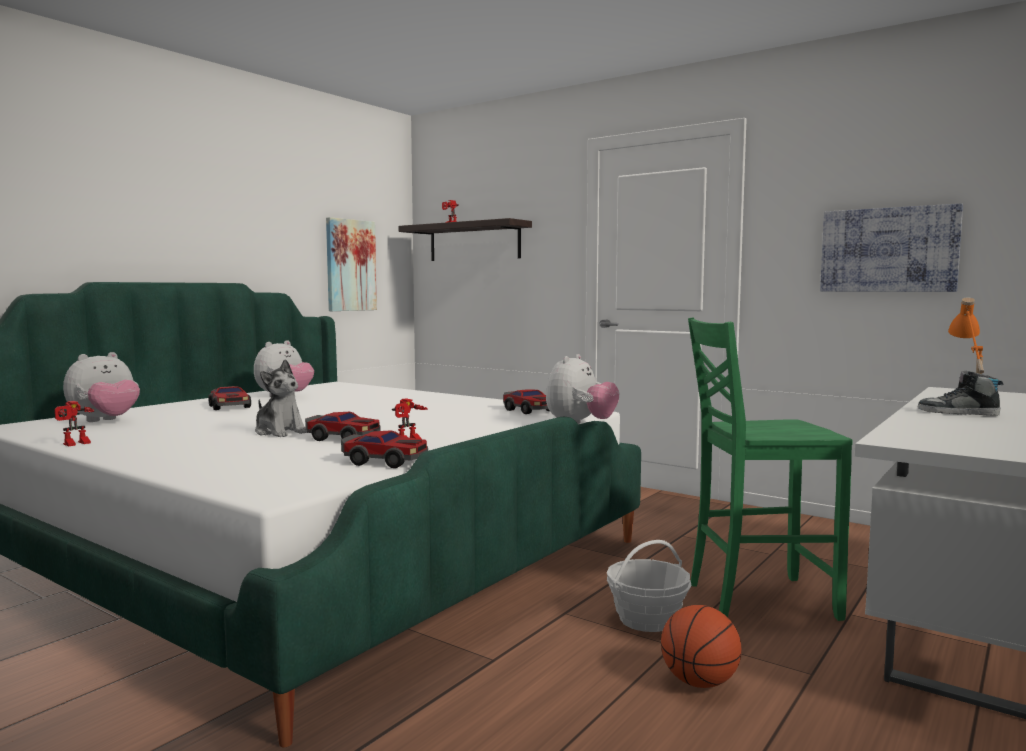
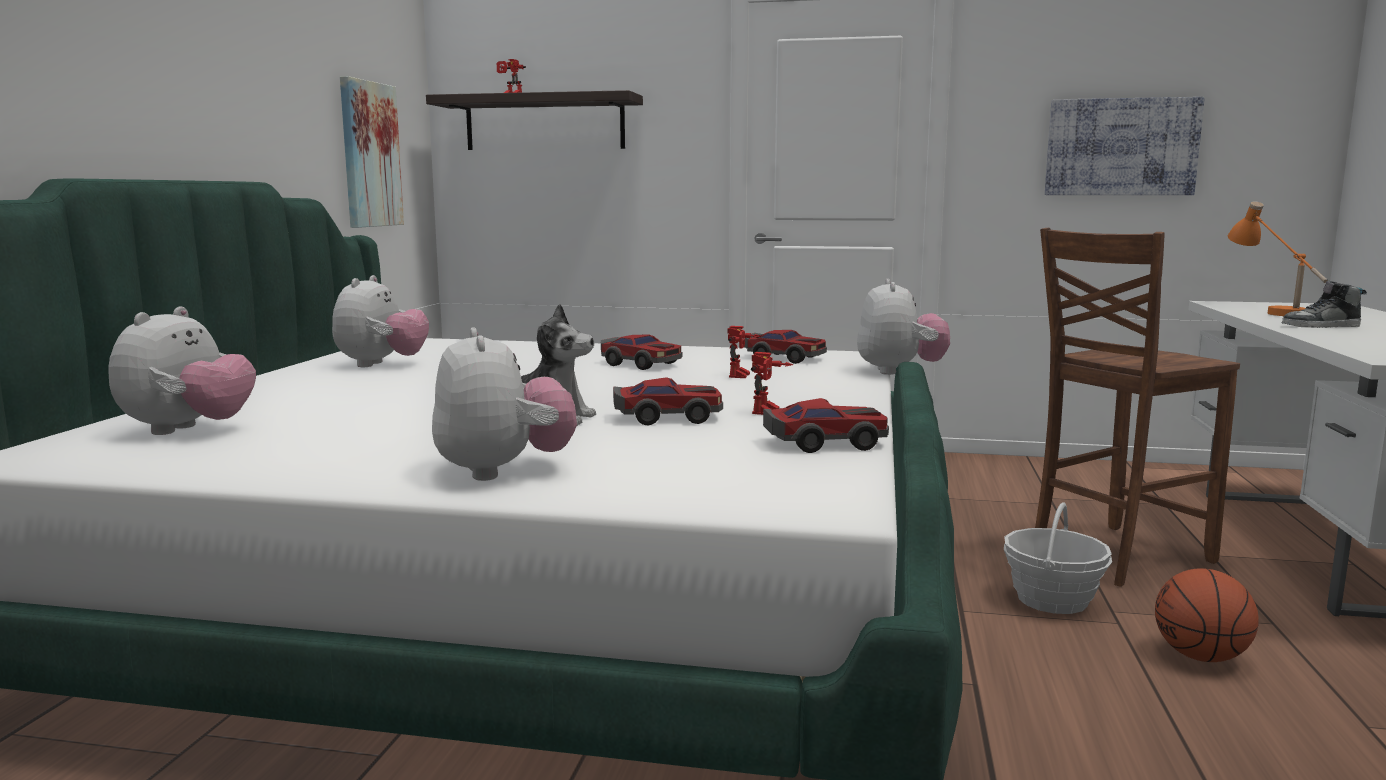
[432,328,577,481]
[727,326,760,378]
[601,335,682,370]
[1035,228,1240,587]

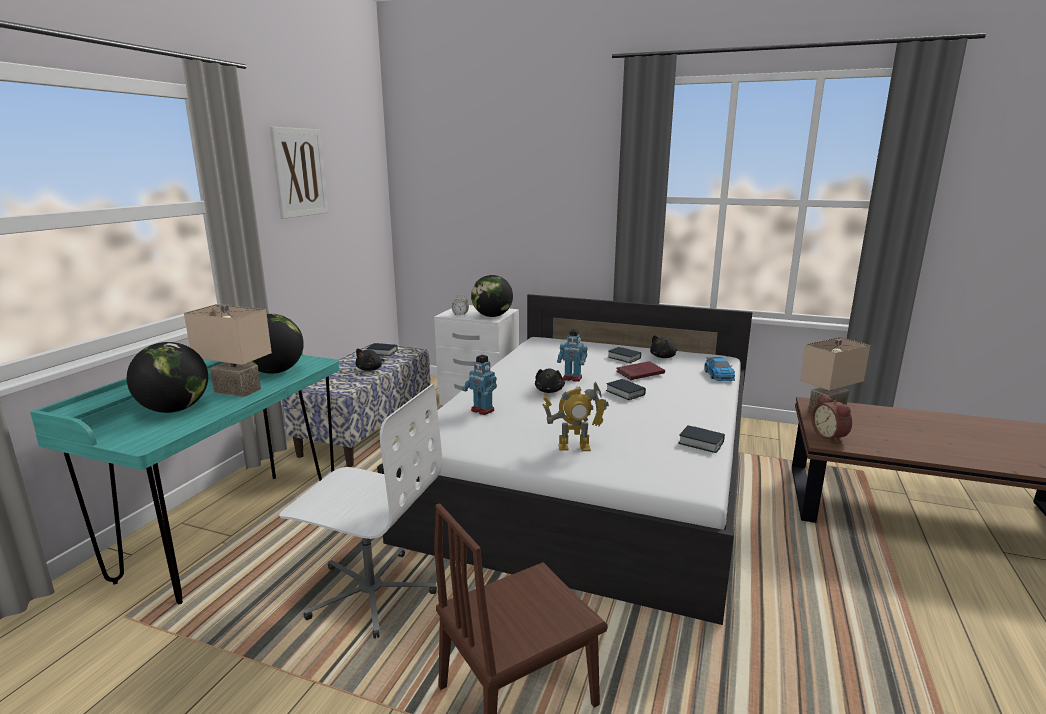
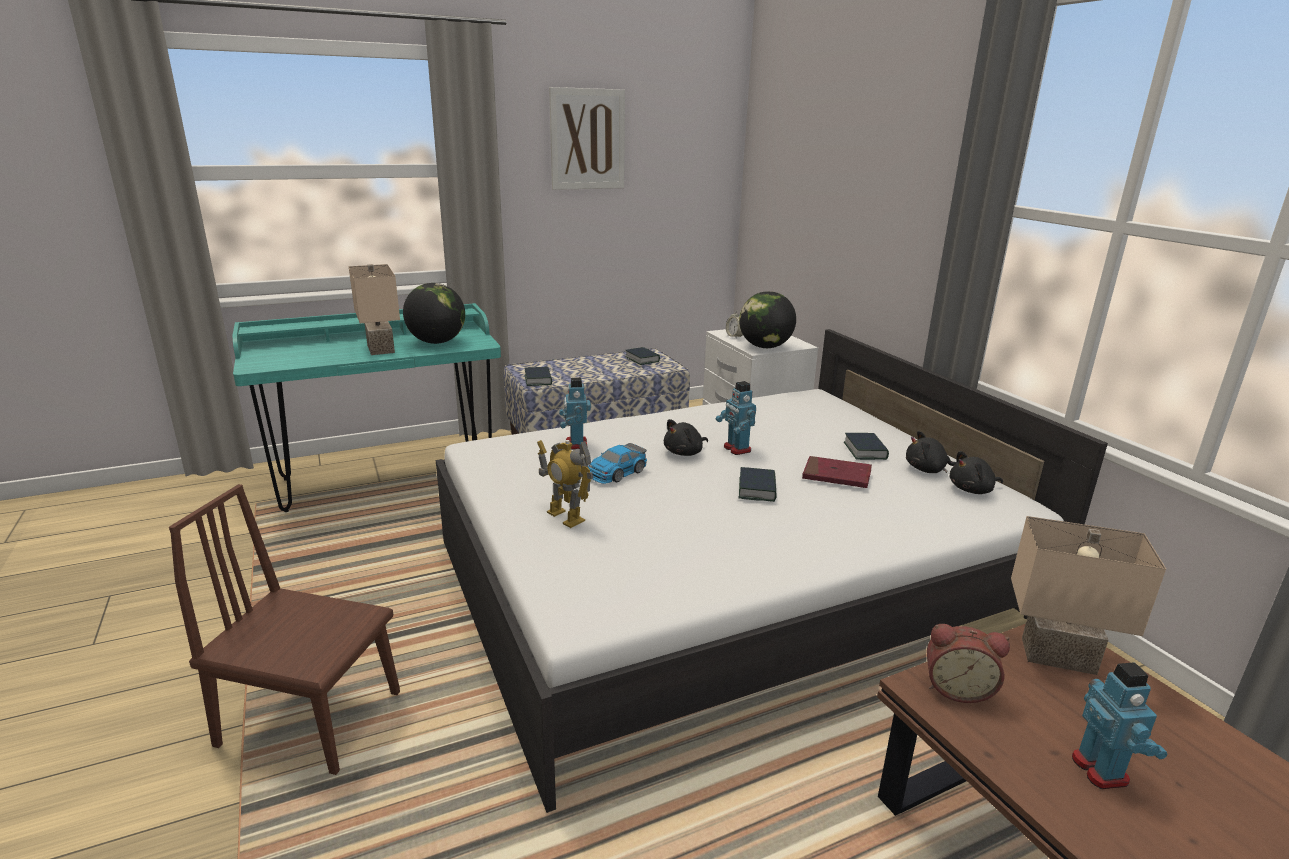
[127,342,208,413] (first image)
[279,384,442,639] (first image)
[1072,662,1167,789]
[950,451,1003,494]
[525,367,552,386]
[588,443,647,484]
[927,624,1010,703]

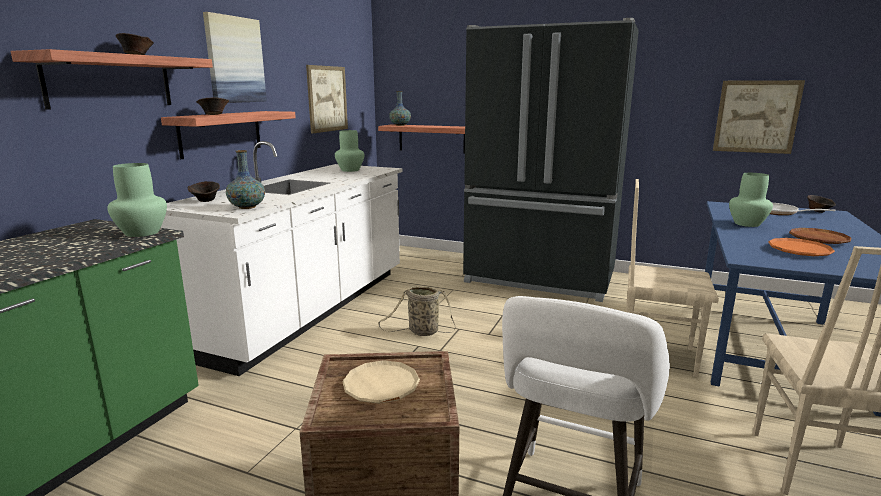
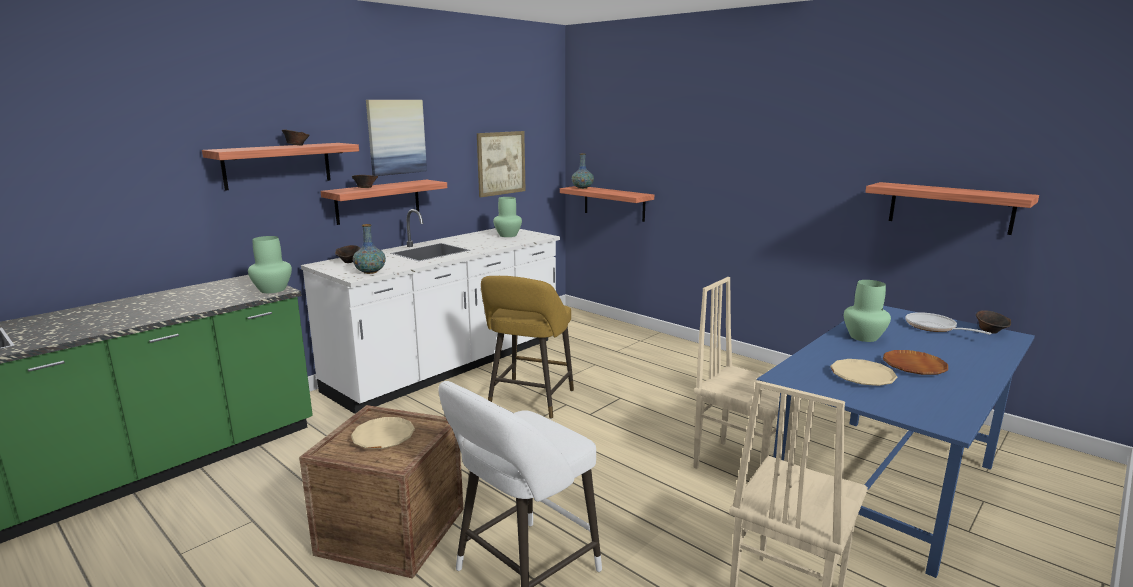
[463,18,639,302] (first image)
[481,276,574,419]
[865,182,1039,235]
[830,359,898,386]

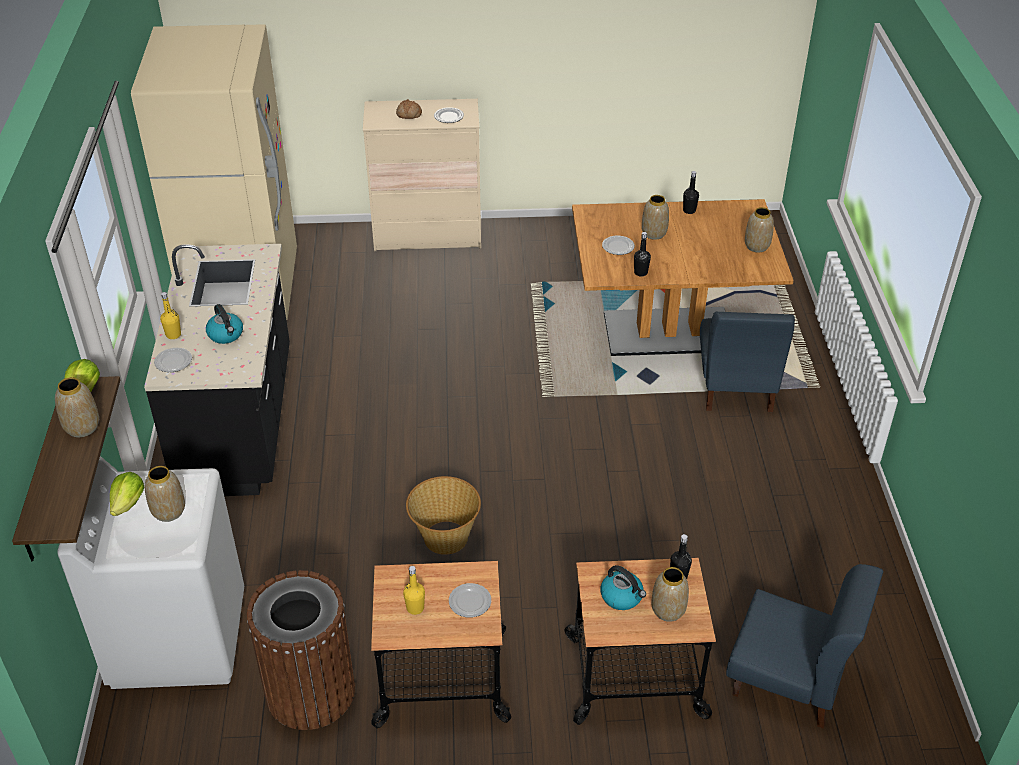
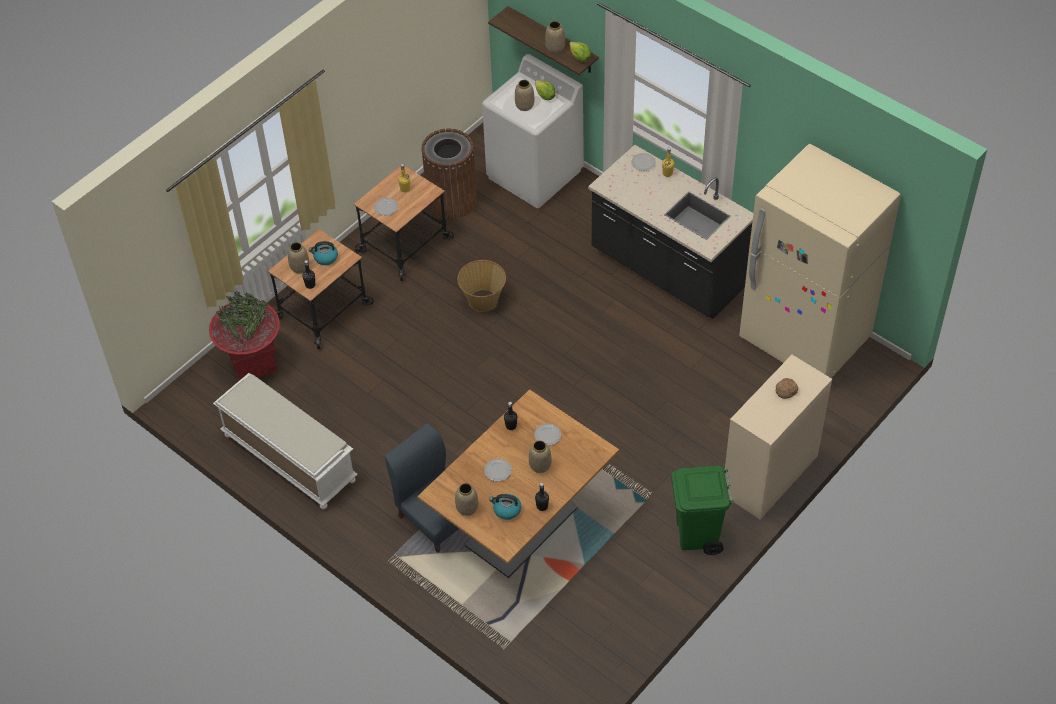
[213,373,358,509]
[671,466,734,555]
[489,494,521,520]
[484,458,512,481]
[209,292,280,380]

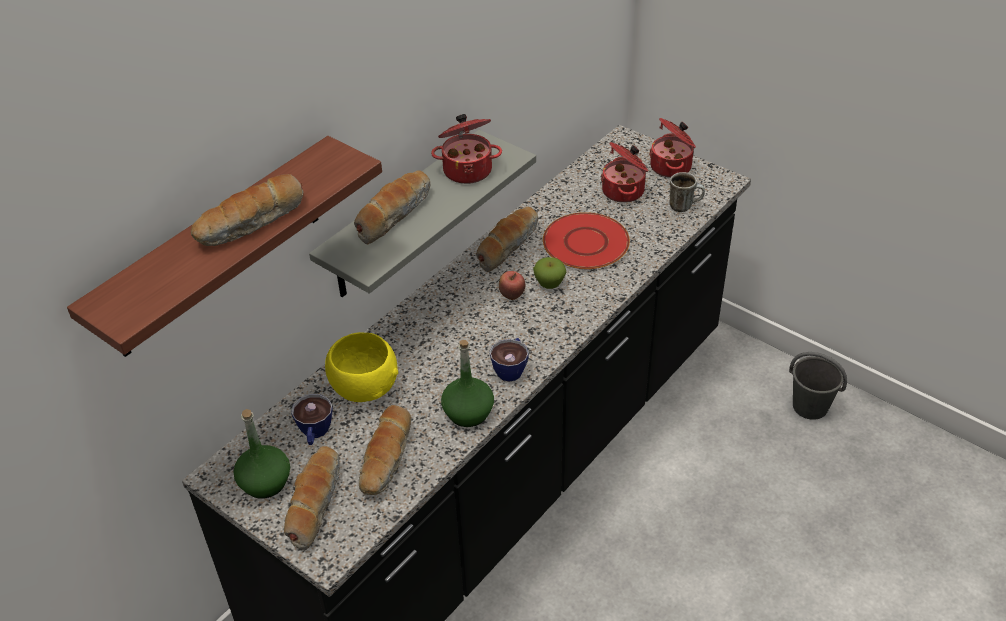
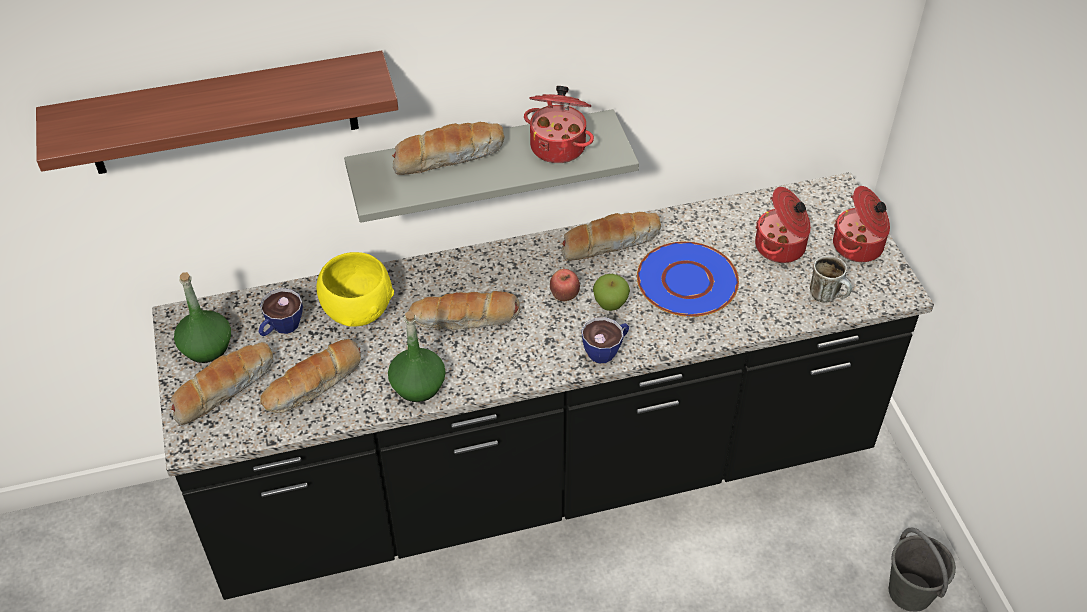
[409,291,521,330]
[582,317,629,363]
[637,241,739,317]

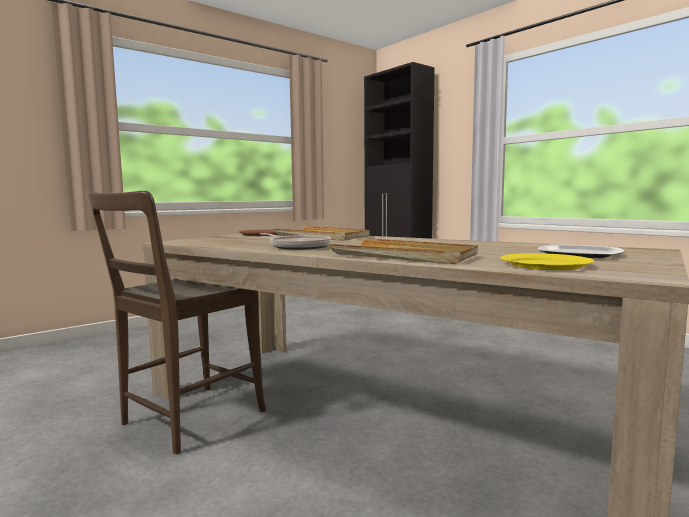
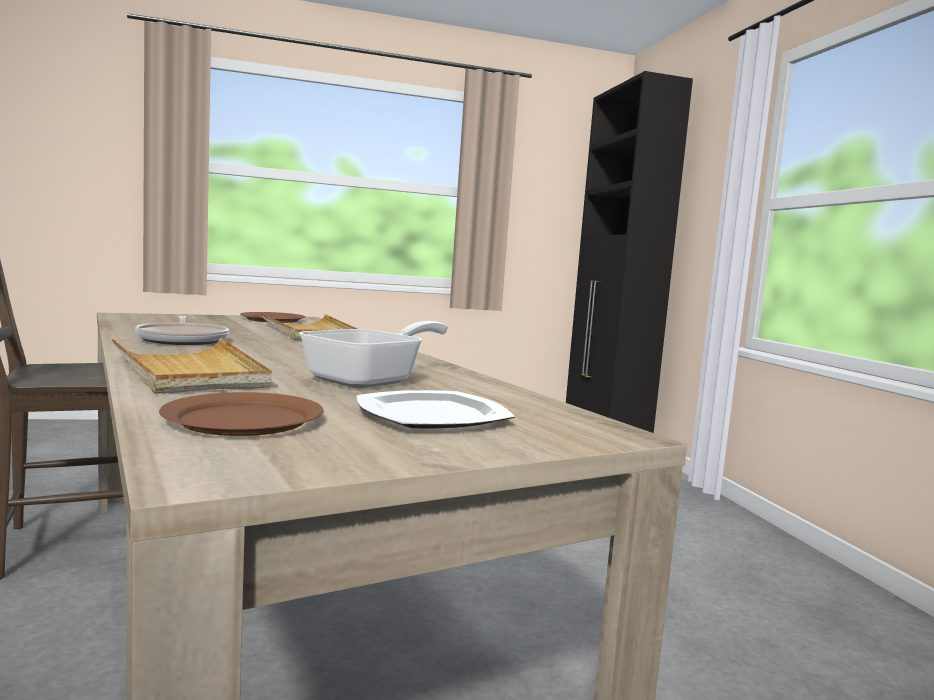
[299,321,448,388]
[159,392,324,436]

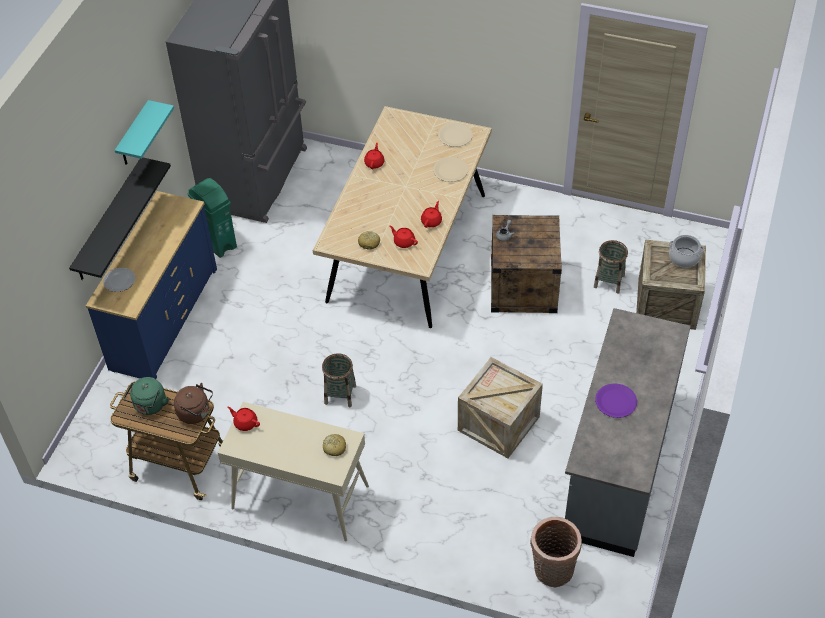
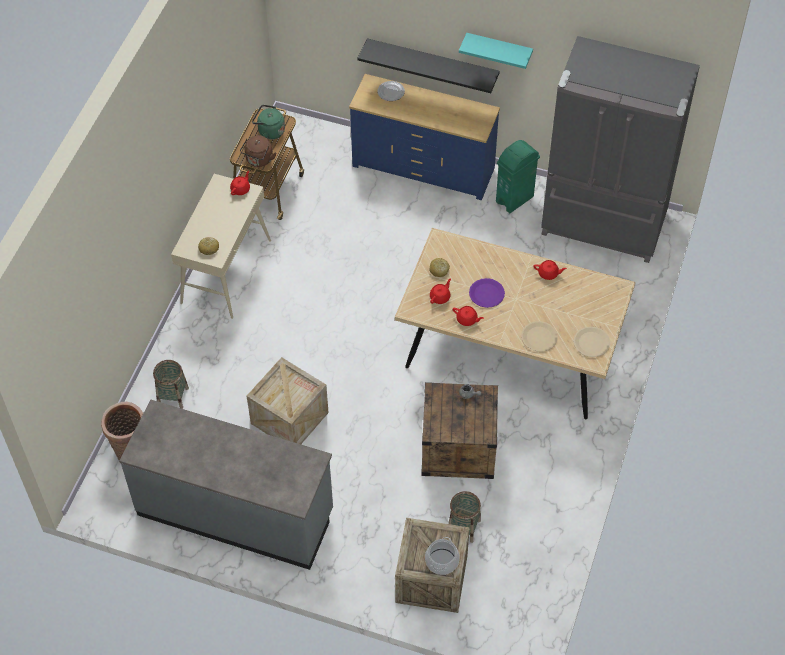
[153,360,189,409]
[469,278,505,308]

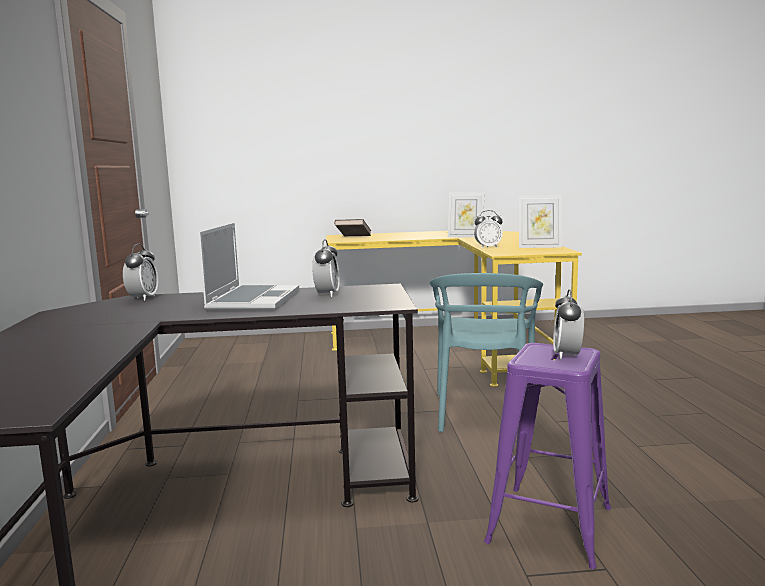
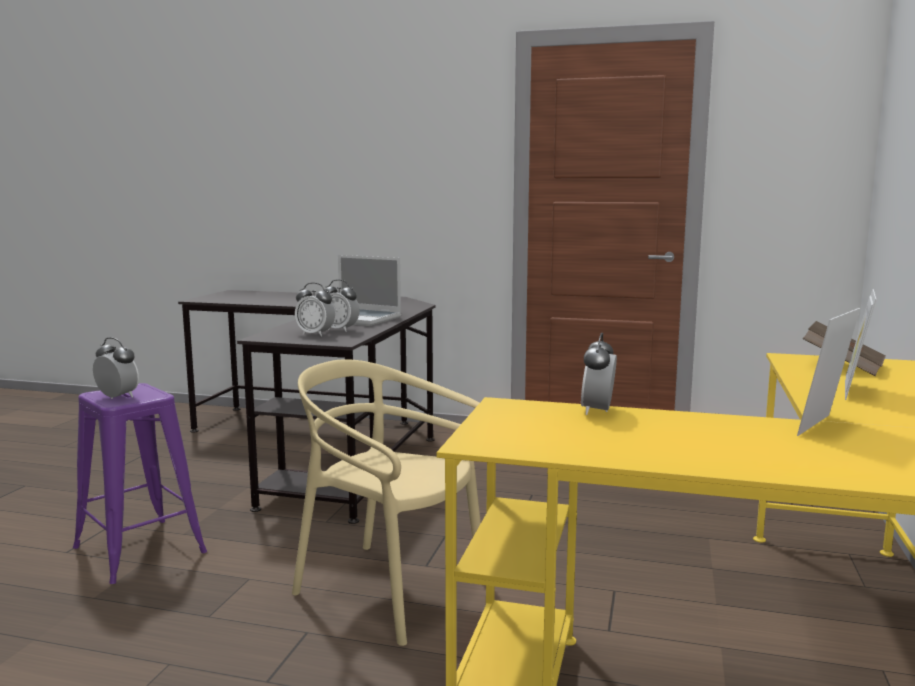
[295,283,335,337]
[845,289,876,400]
[292,359,481,646]

